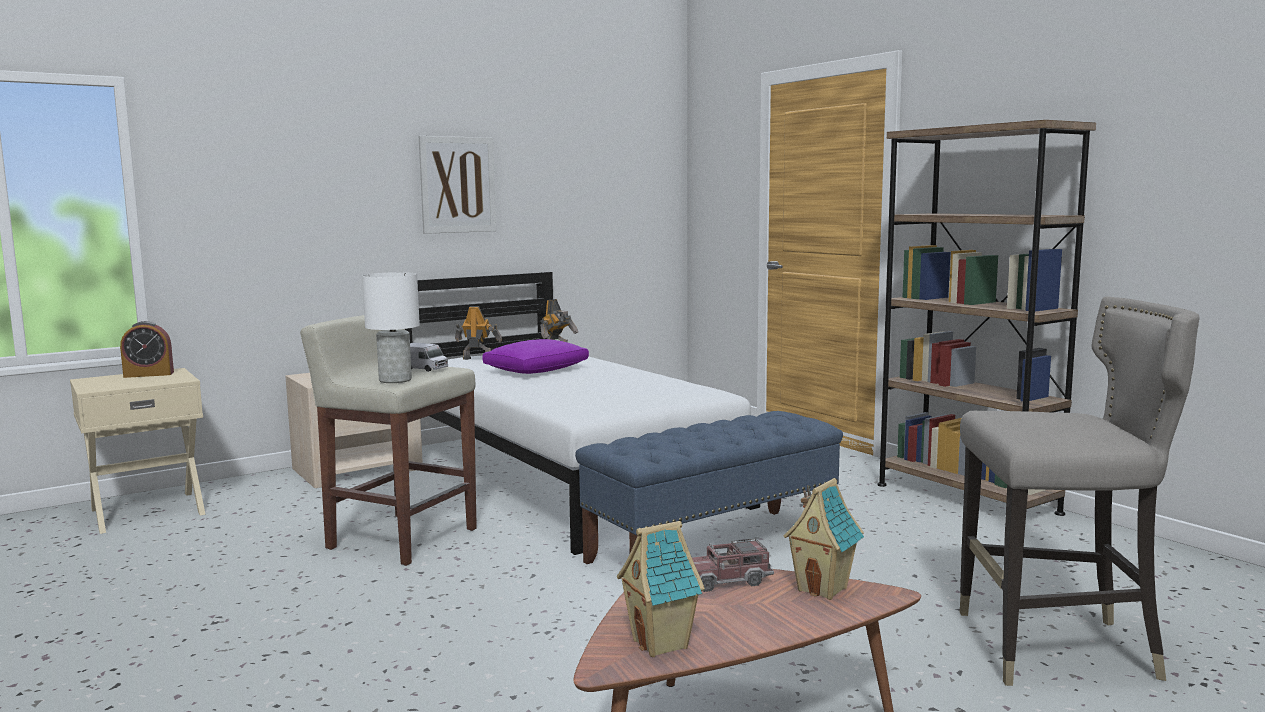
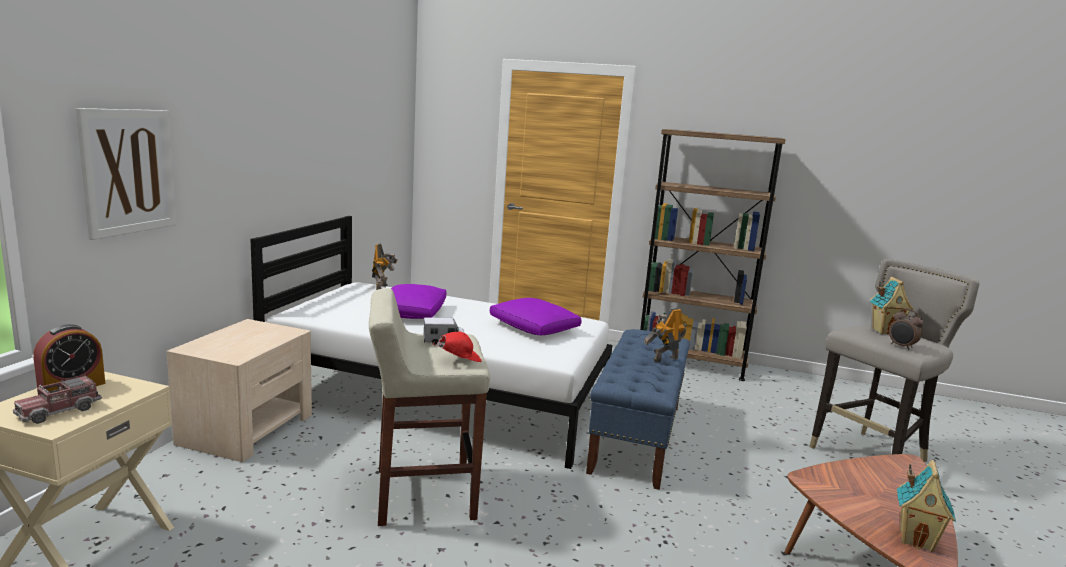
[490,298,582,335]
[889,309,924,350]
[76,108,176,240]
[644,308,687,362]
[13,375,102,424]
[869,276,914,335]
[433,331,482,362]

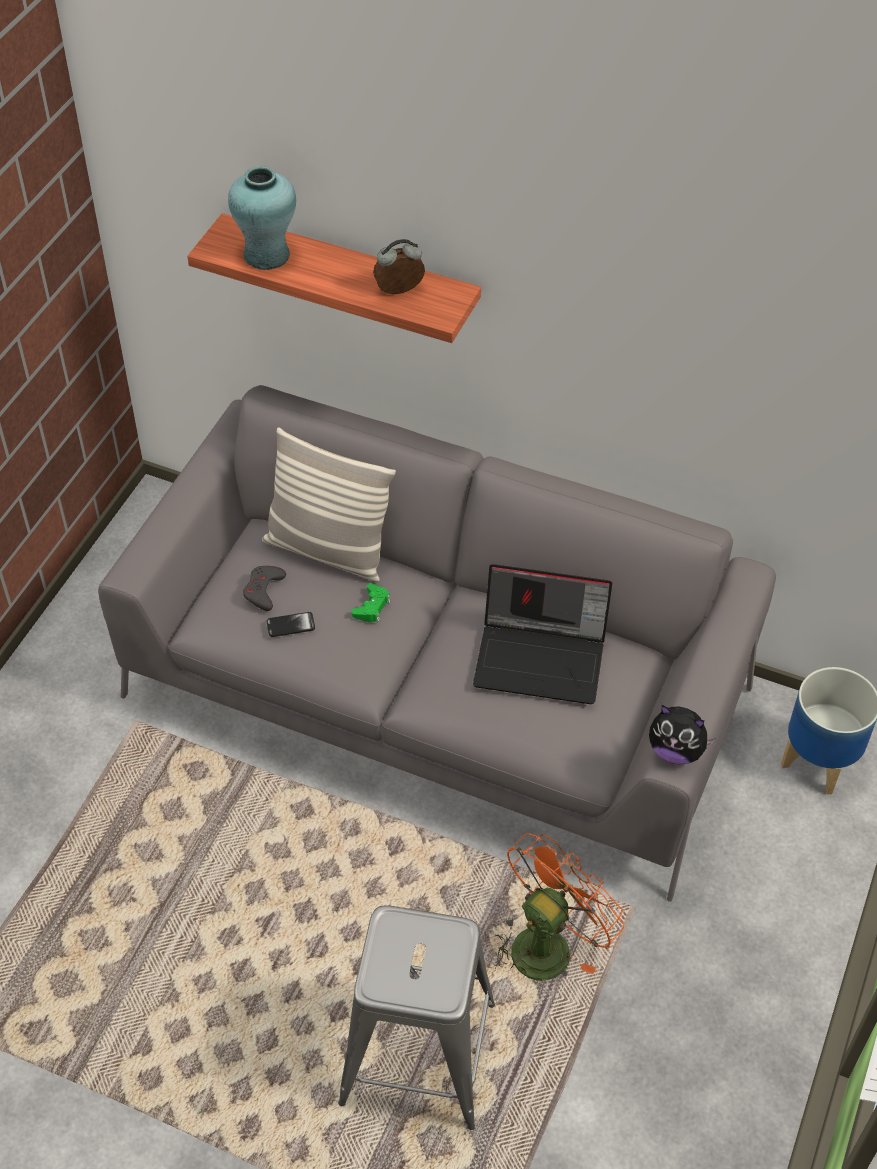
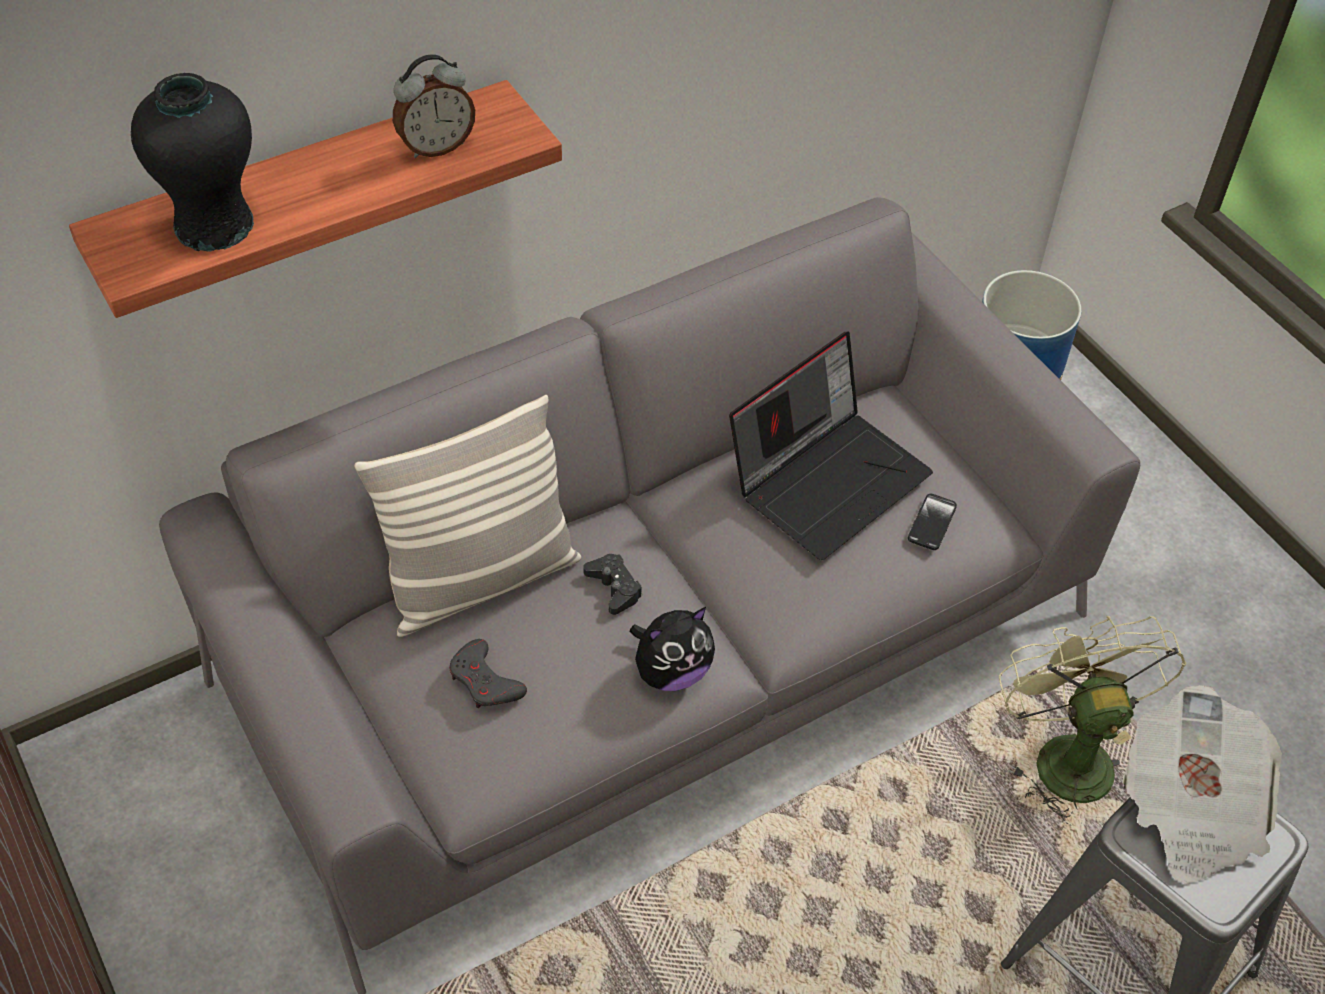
[1122,685,1282,884]
[908,494,957,550]
[629,607,715,691]
[131,73,254,251]
[583,554,643,615]
[999,616,1186,824]
[393,55,475,158]

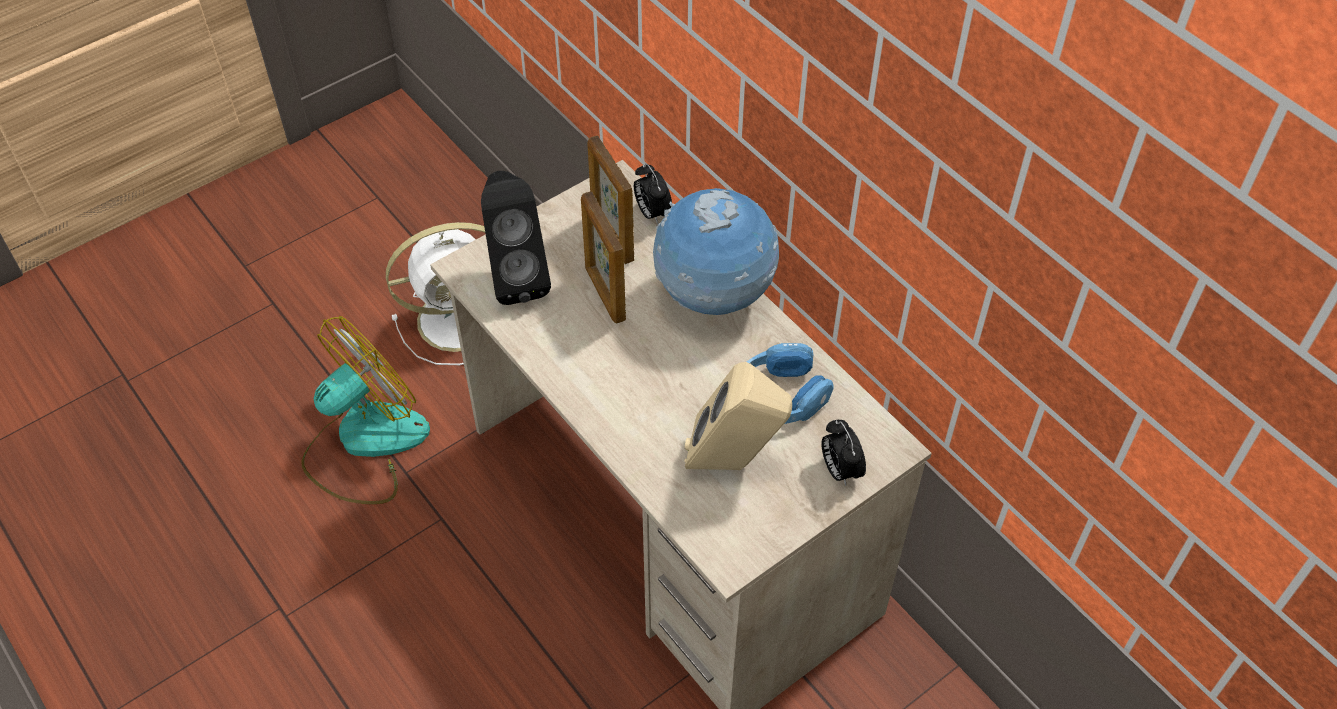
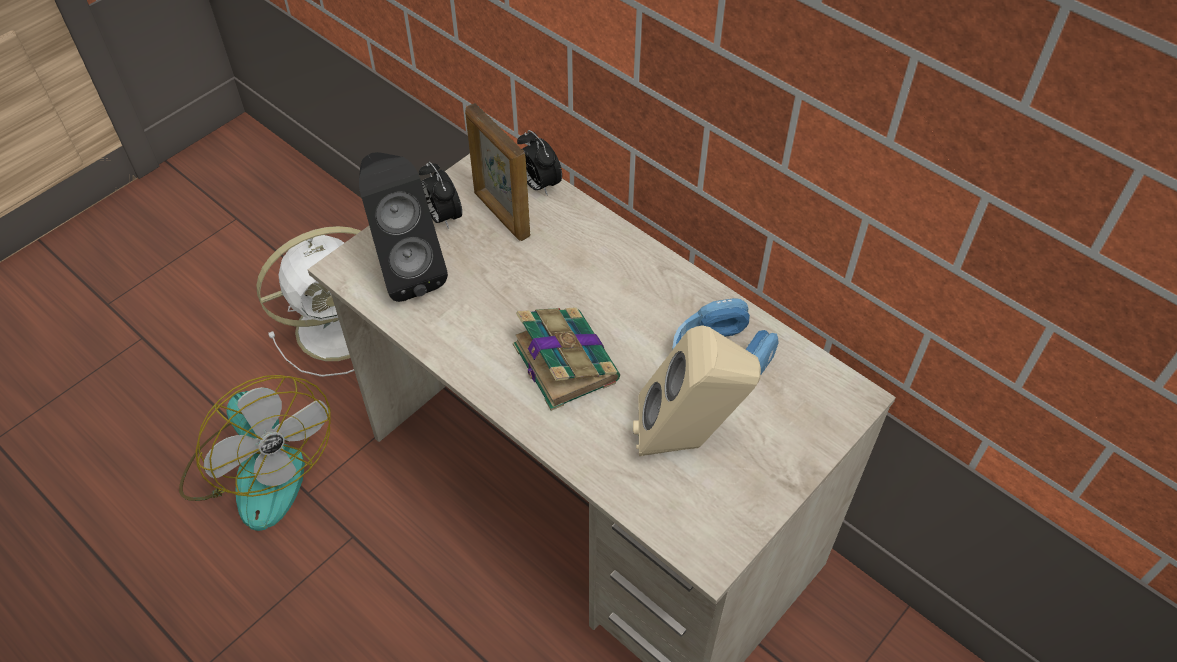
[581,191,626,324] (first image)
[653,188,779,315] (first image)
[513,307,620,411]
[419,162,462,229]
[179,375,331,531]

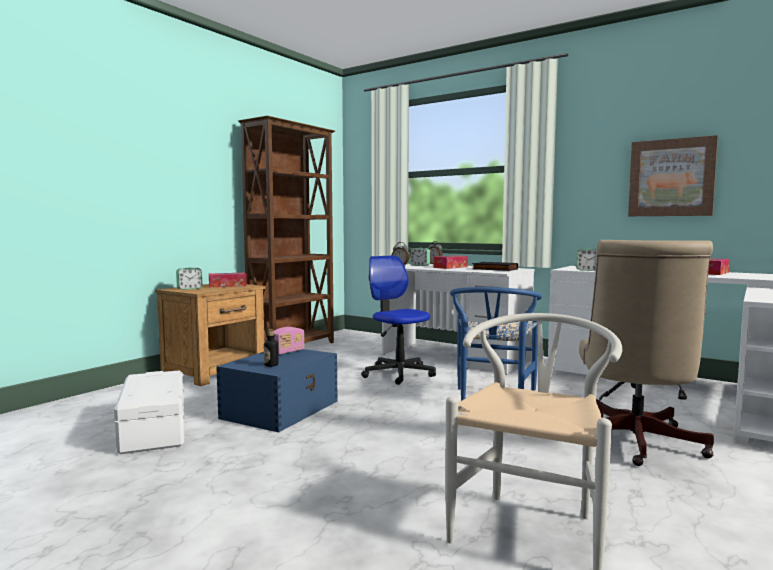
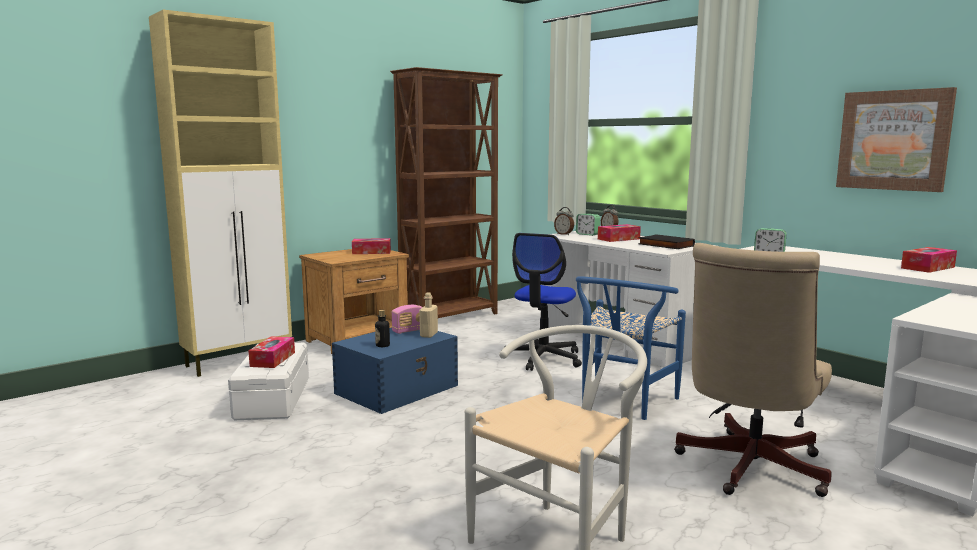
[176,268,202,290] (first image)
[149,10,292,377]
[249,336,295,368]
[419,292,438,338]
[504,233,582,371]

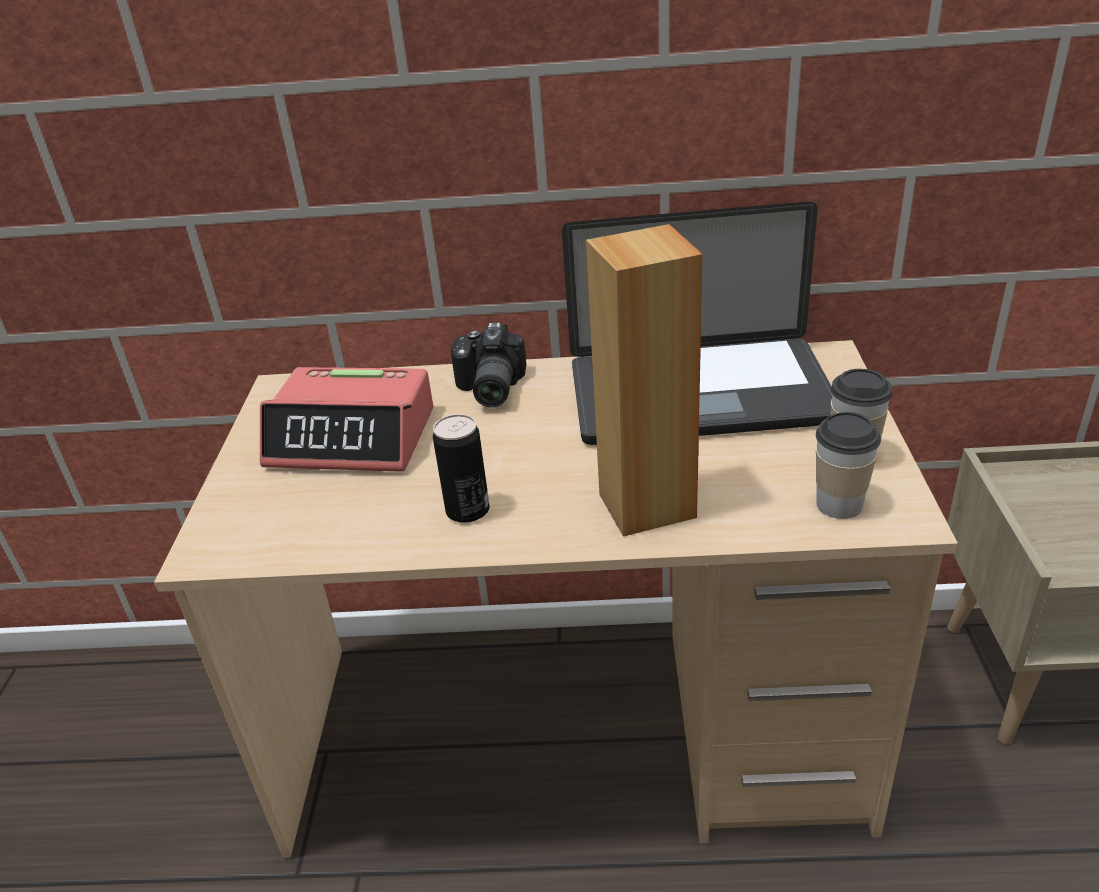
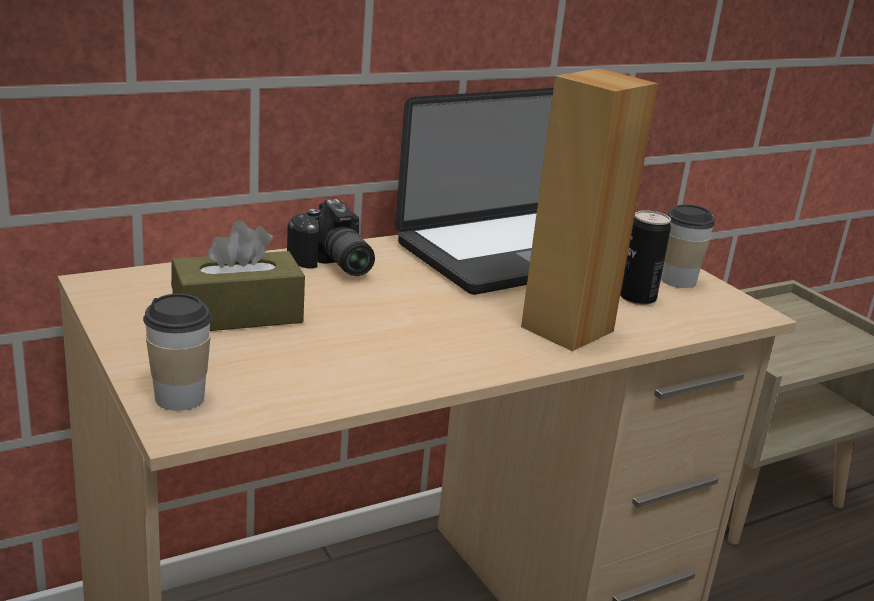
[620,210,671,305]
[143,294,212,411]
[171,220,305,331]

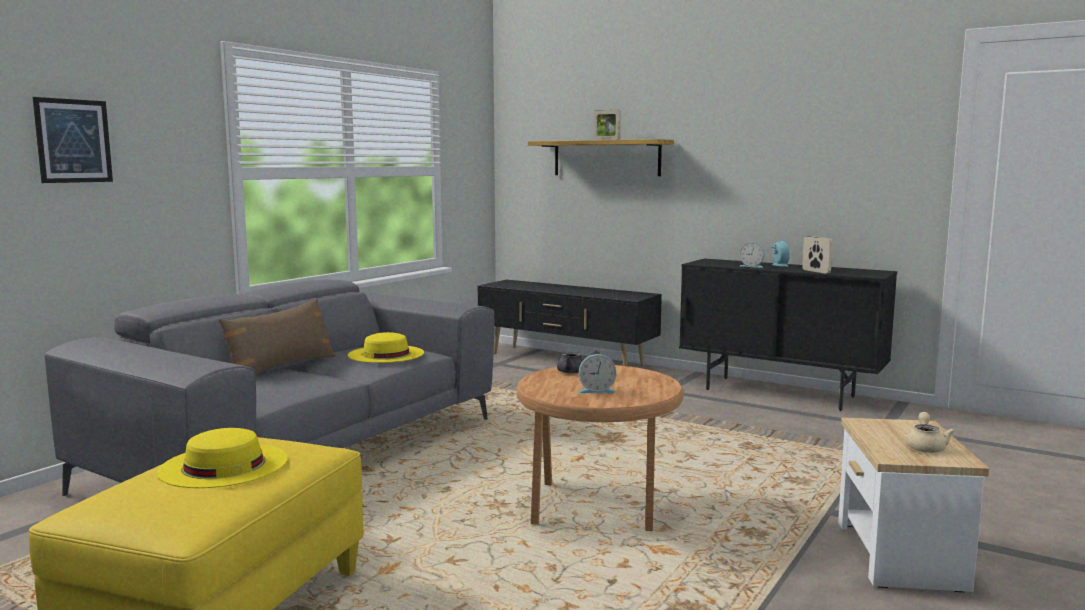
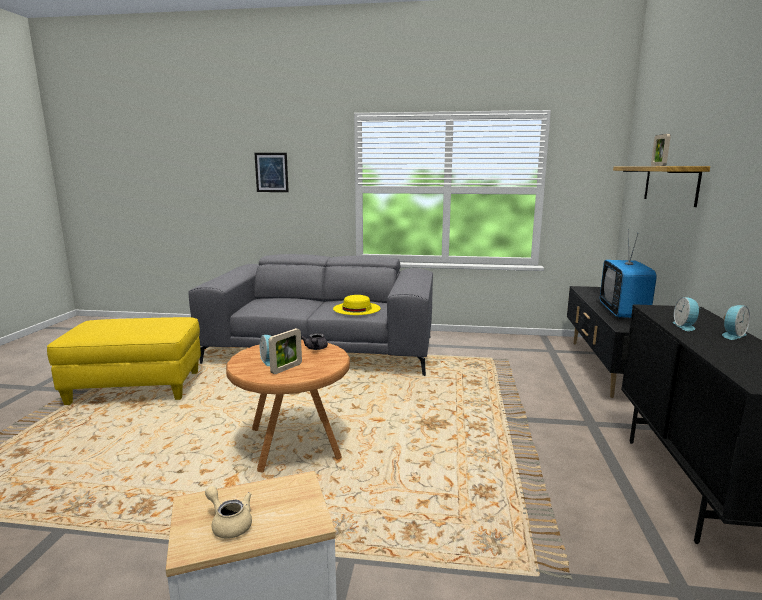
[157,428,288,488] (first image)
[219,299,336,375] (first image)
[600,229,657,318]
[269,328,302,374]
[205,486,252,539]

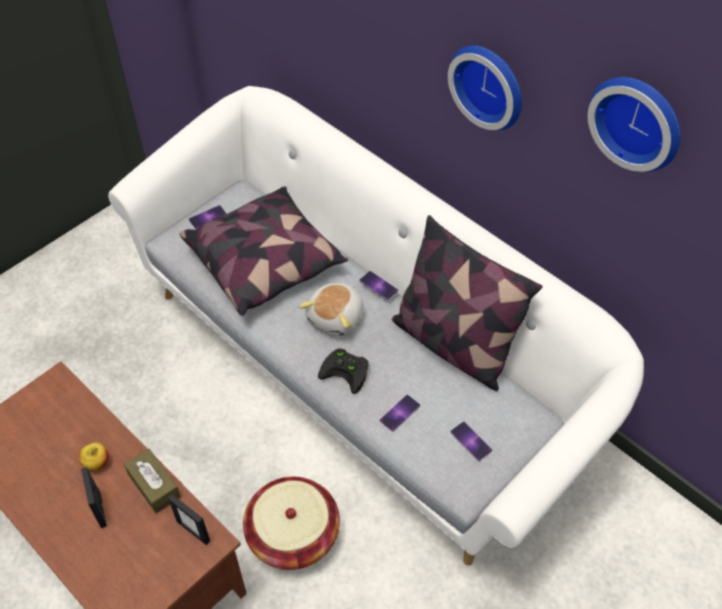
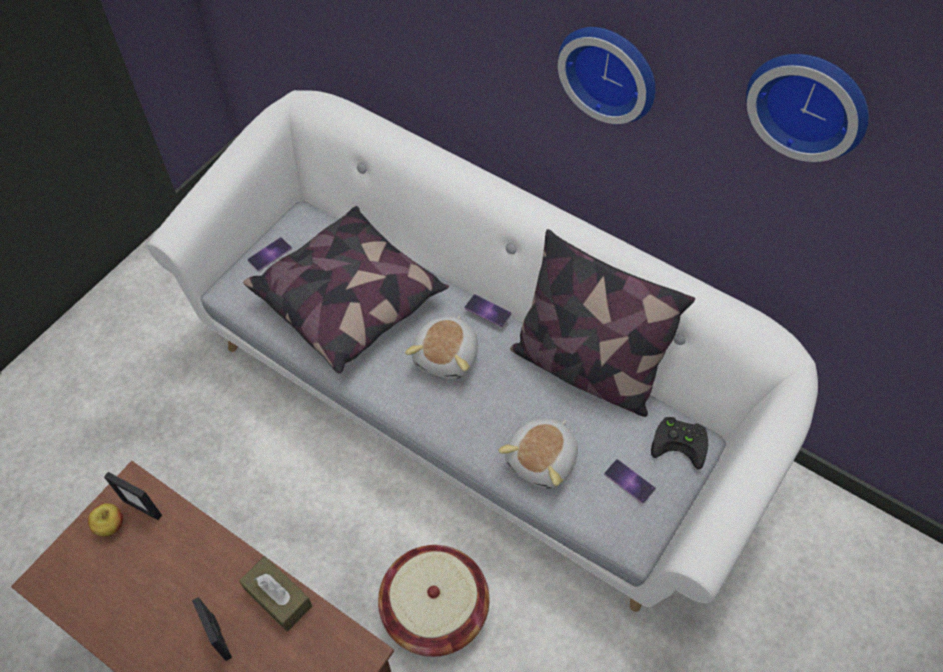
[88,503,123,537]
[104,472,162,520]
[651,417,708,469]
[498,419,578,489]

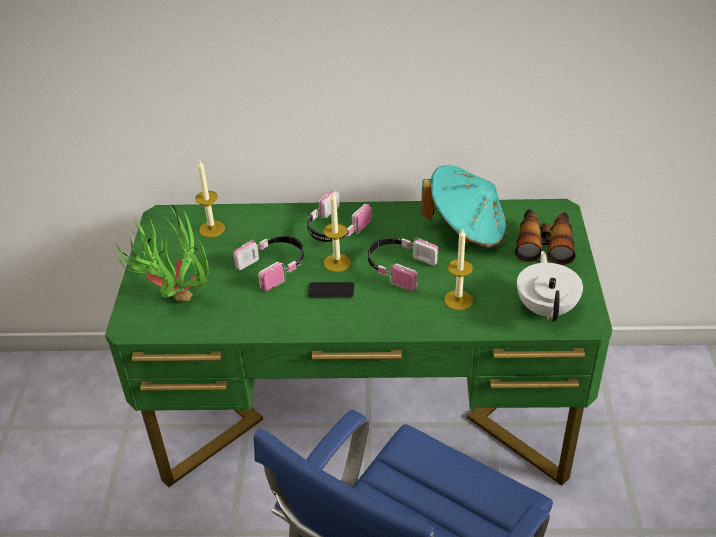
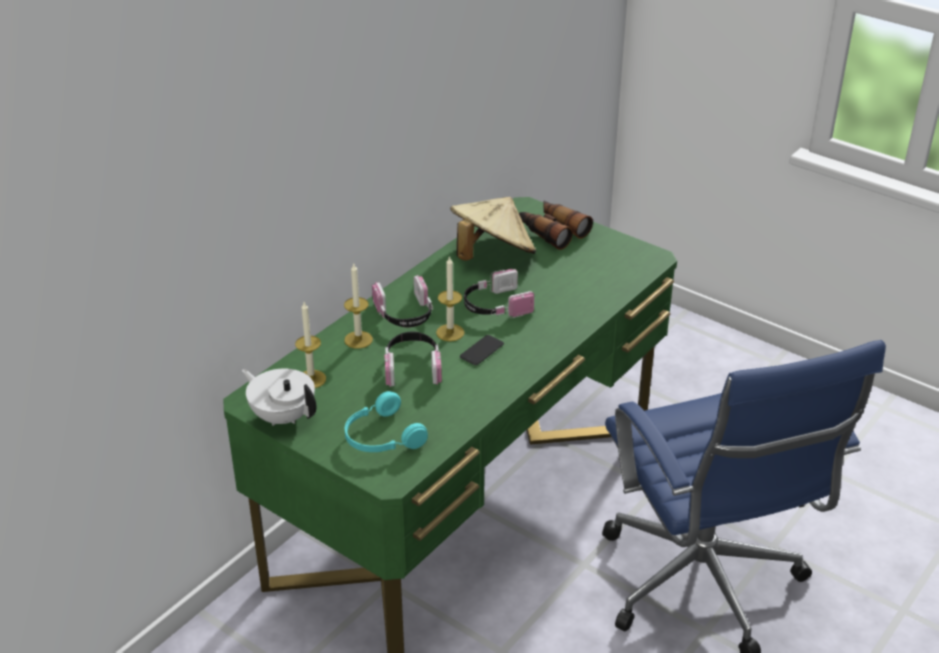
[344,264,373,349]
[242,368,316,426]
[345,391,428,452]
[450,197,536,261]

